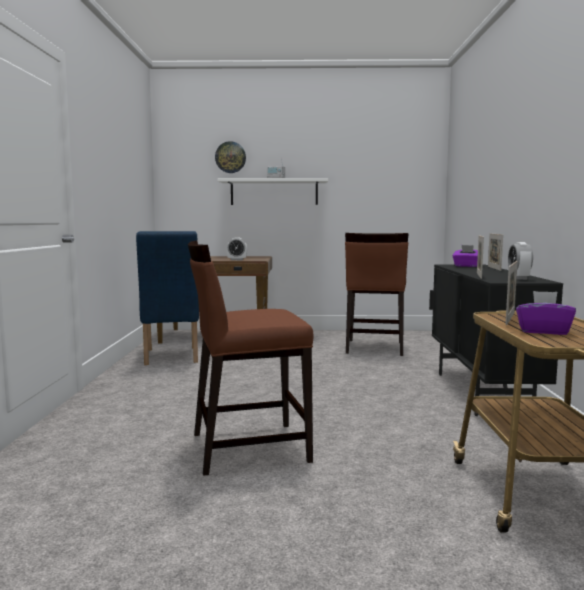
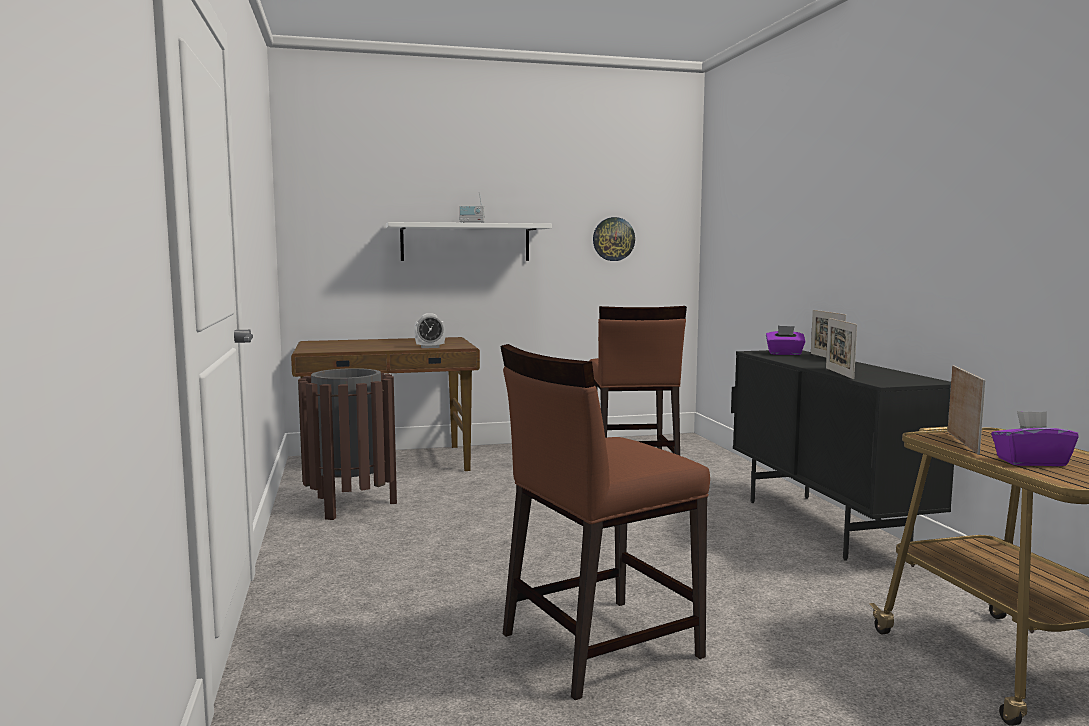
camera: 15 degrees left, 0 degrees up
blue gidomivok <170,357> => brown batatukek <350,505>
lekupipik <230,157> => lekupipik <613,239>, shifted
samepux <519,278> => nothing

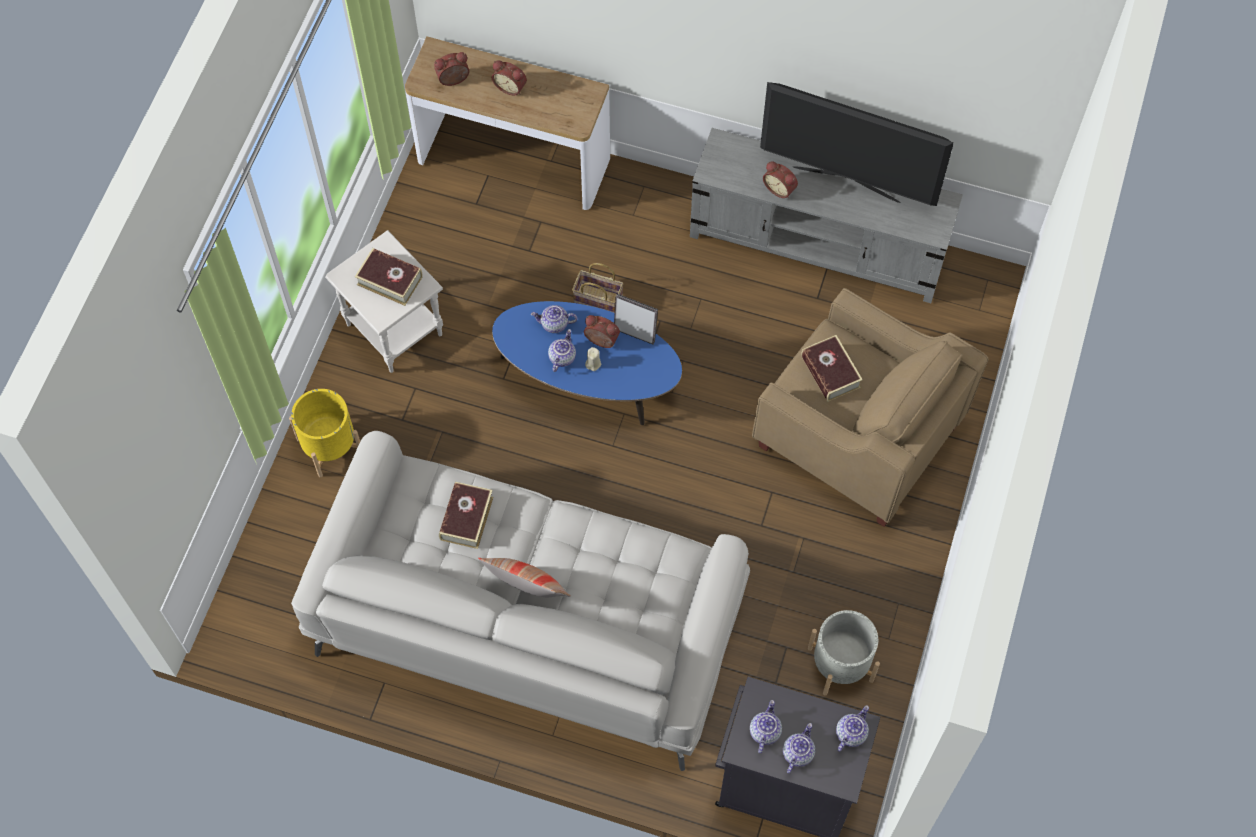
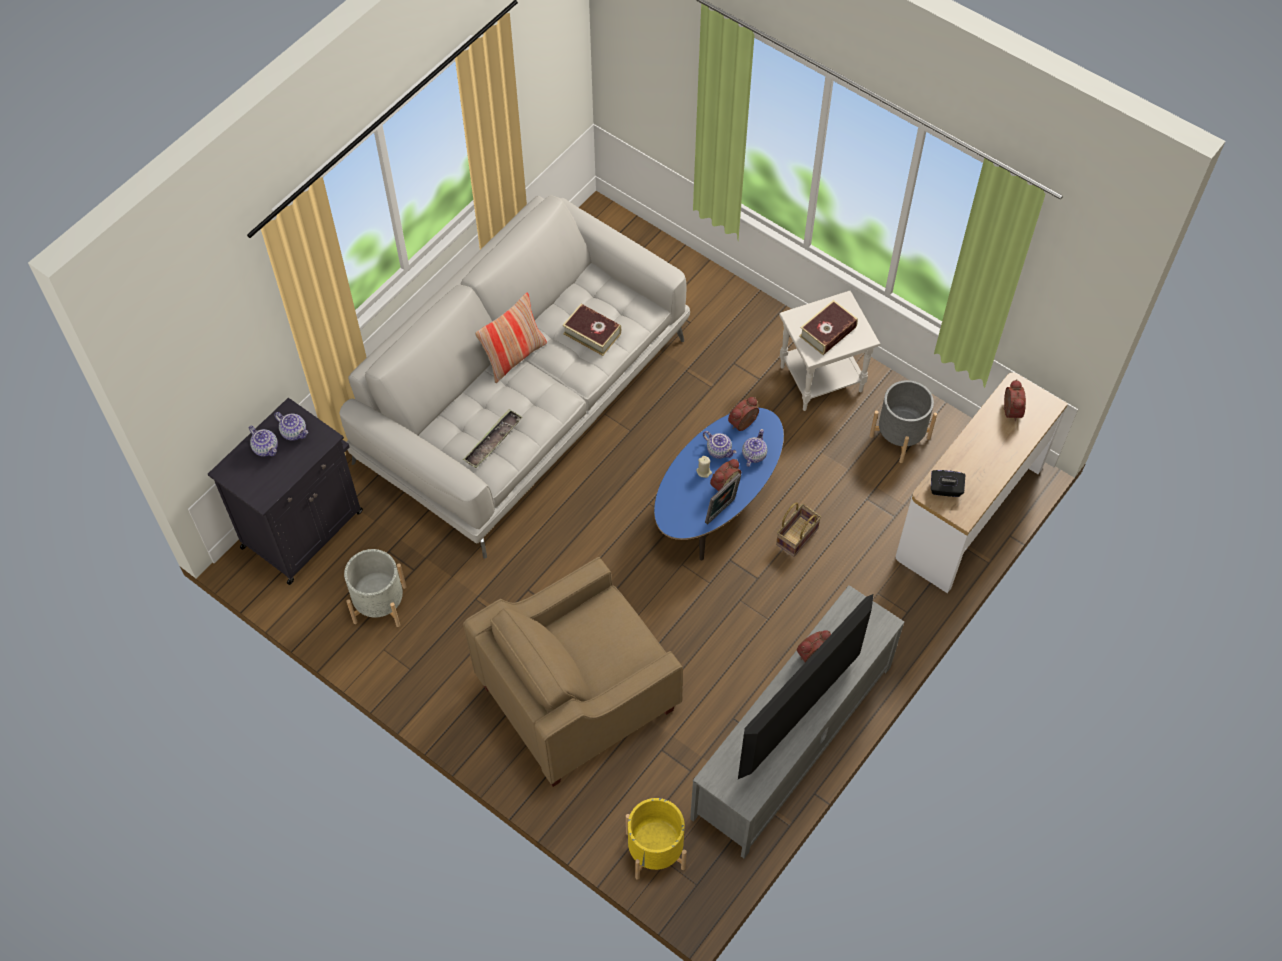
camera: 110 degrees right, 5 degrees down
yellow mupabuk <330,446> => yellow mupabuk <655,850>, shifted
samepux <511,86> => samepux <744,424>, shifted
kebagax <830,372> => nothing
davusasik <850,733> => nothing
nothing => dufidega <493,441>
nothing => grey mupabuk <900,437>
nothing => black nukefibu <945,489>

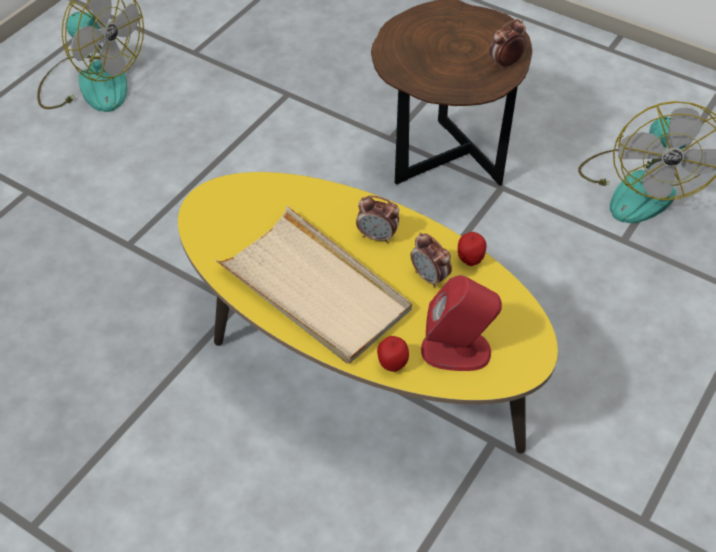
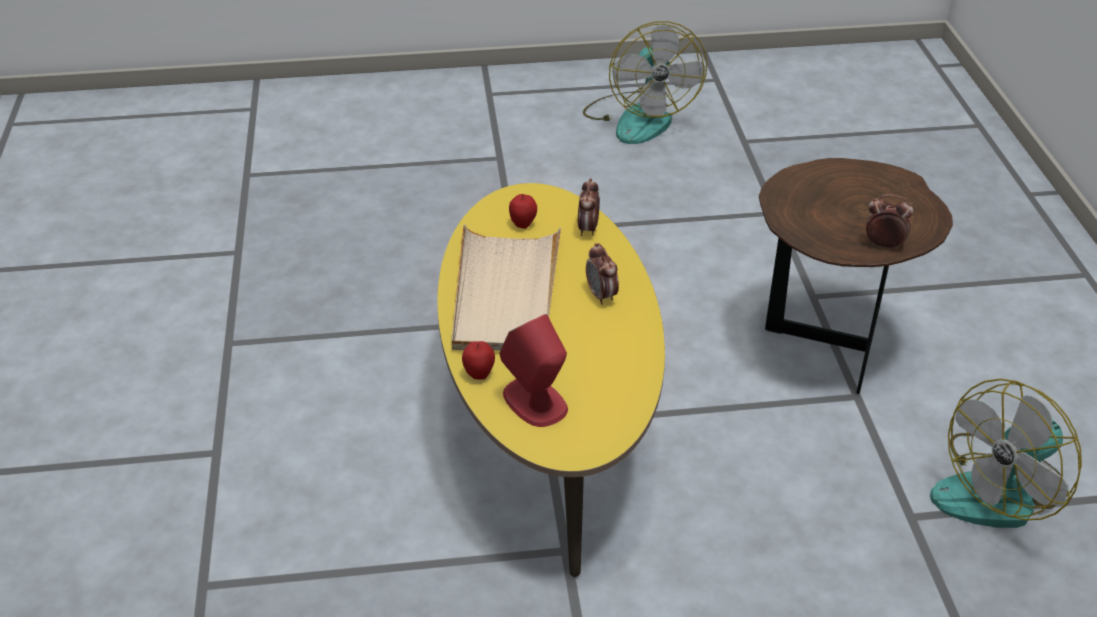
camera: 50 degrees right, 10 degrees down
samepux <430,277> => samepux <588,229>, shifted
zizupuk <470,260> => zizupuk <523,224>, shifted

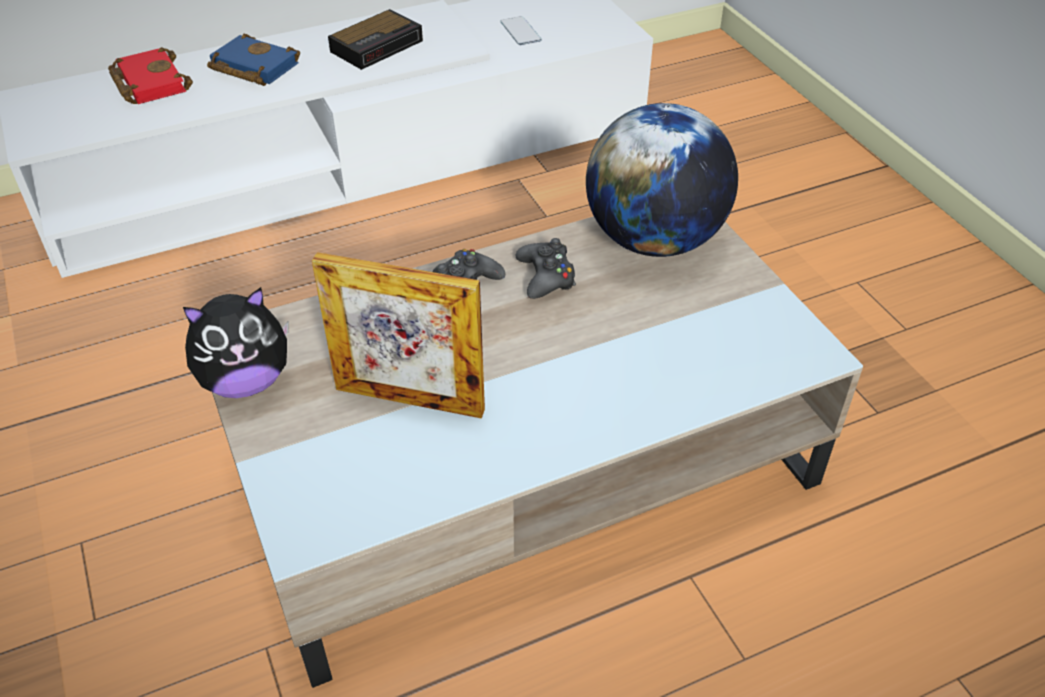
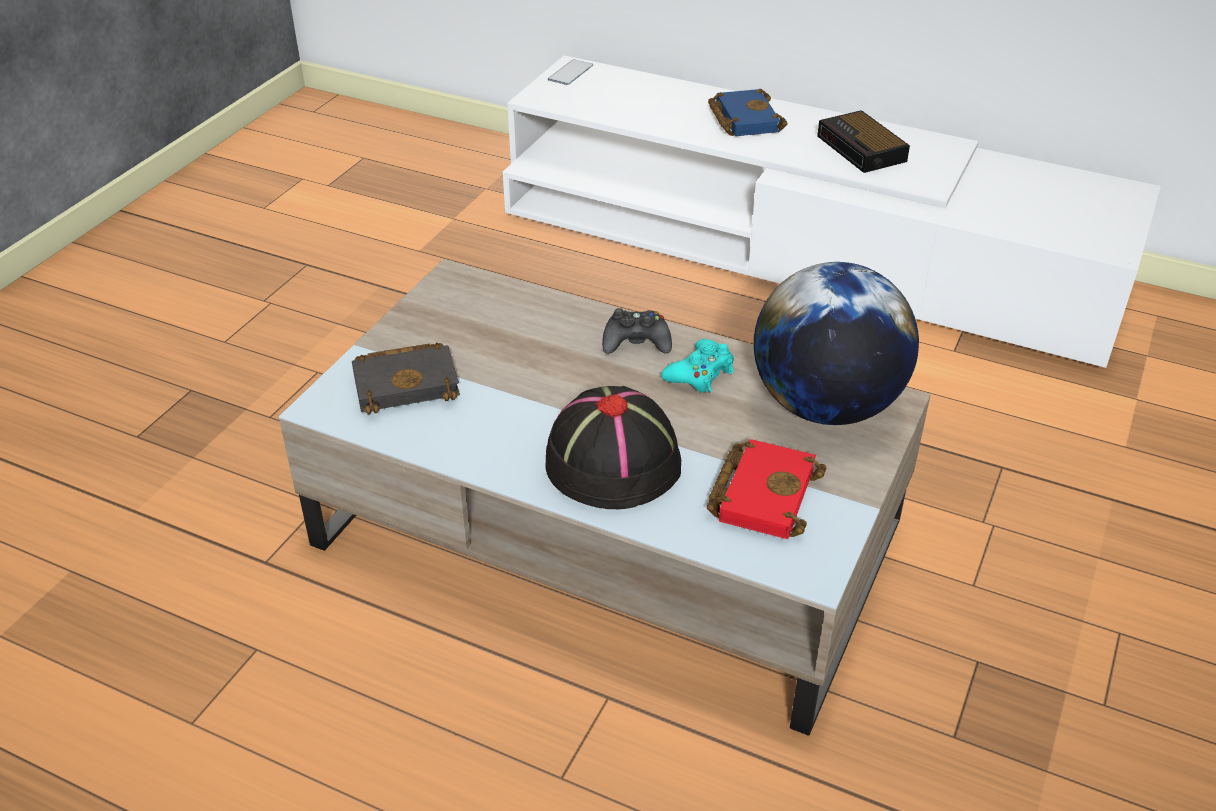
camera: 50 degrees right, 5 degrees down
red kebagax <148,82> => red kebagax <762,493>, shifted
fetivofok <246,381> => nothing
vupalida <409,399> => nothing
samepux <378,45> => samepux <862,149>, 60 degrees clockwise
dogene <520,31> => dogene <570,73>, shifted
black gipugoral <546,277> => turquoise gipugoral <700,374>
nothing => black kebagax <408,382>
nothing => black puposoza <612,460>

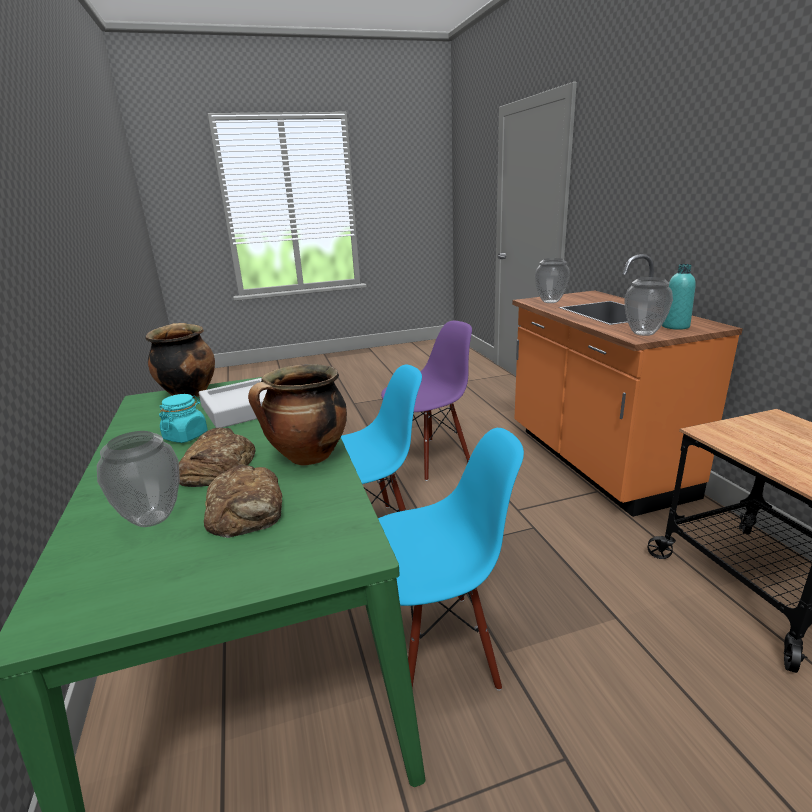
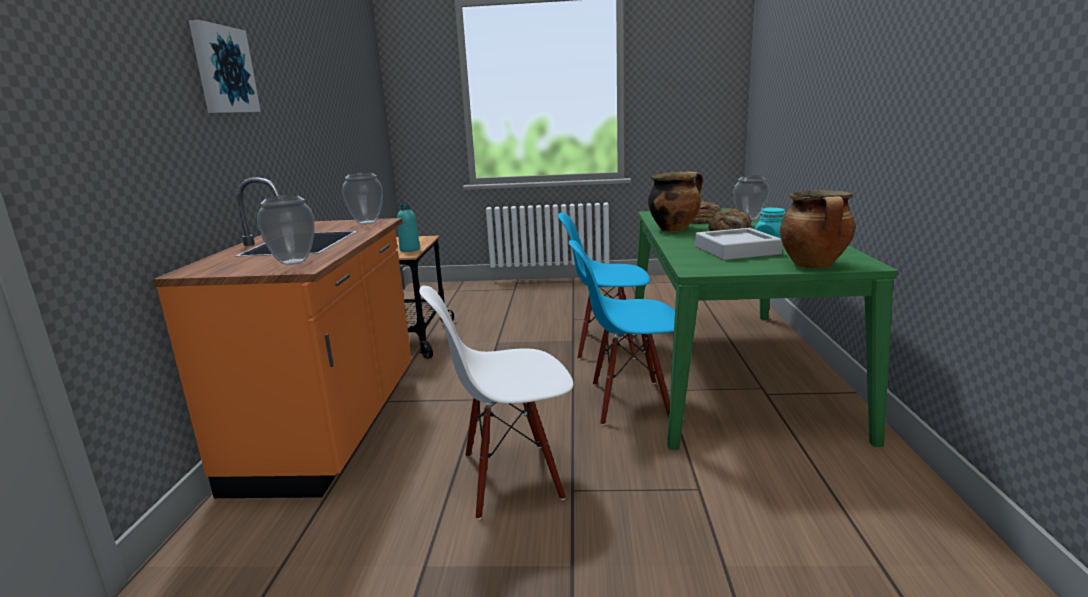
camera: 160 degrees left, 5 degrees down
purple gidomivok <430,459> => white gidomivok <510,478>
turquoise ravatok <675,326> => turquoise ravatok <410,250>, shifted
nothing => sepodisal <222,70>

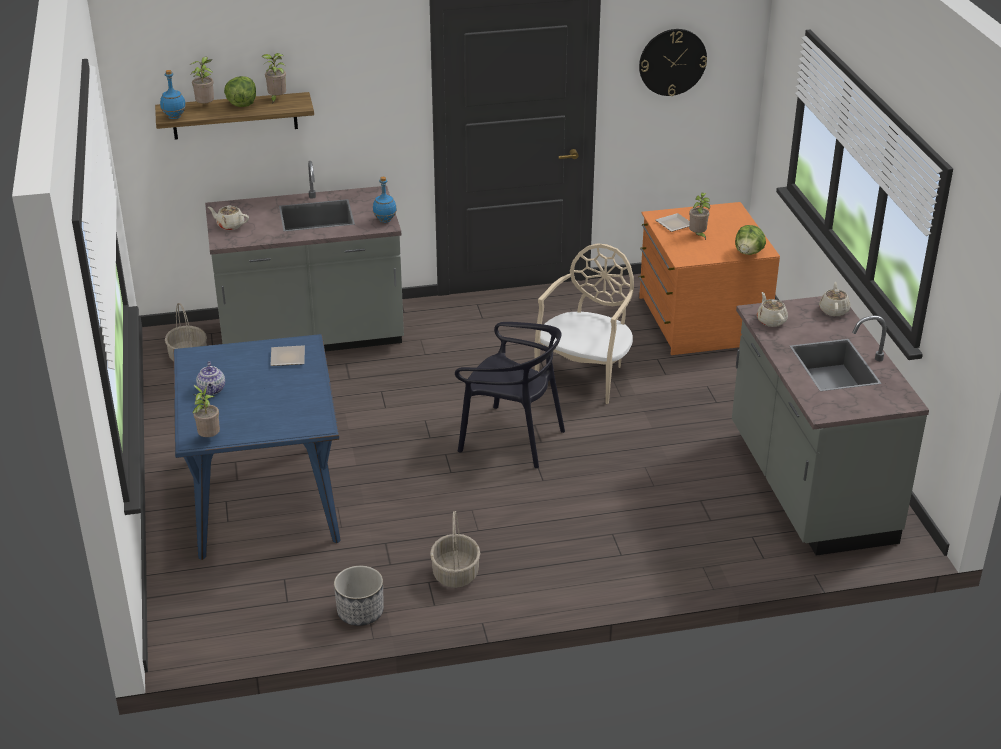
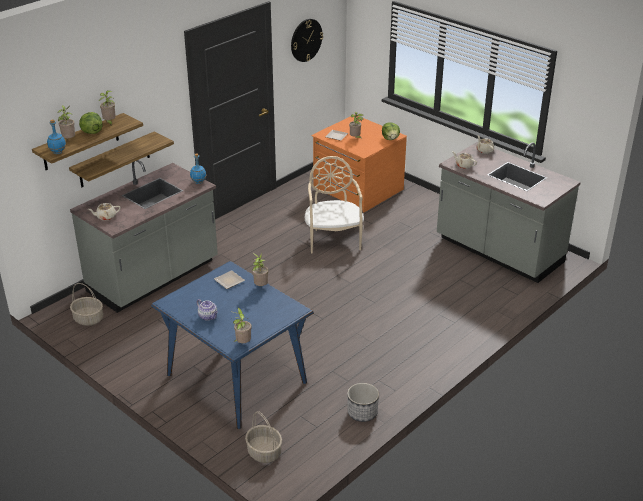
camera: 35 degrees left, 0 degrees up
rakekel <456,574> => rakekel <264,452>, shifted
black gidomivok <511,438> => nothing
nothing => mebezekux <114,160>
nothing => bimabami <260,286>

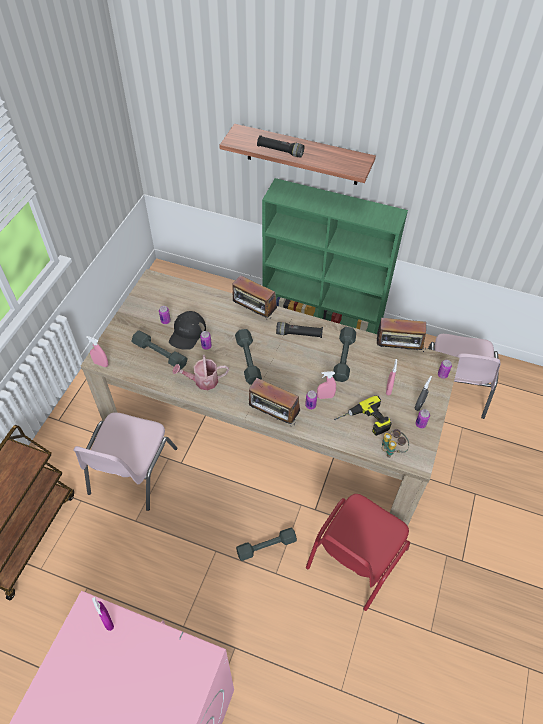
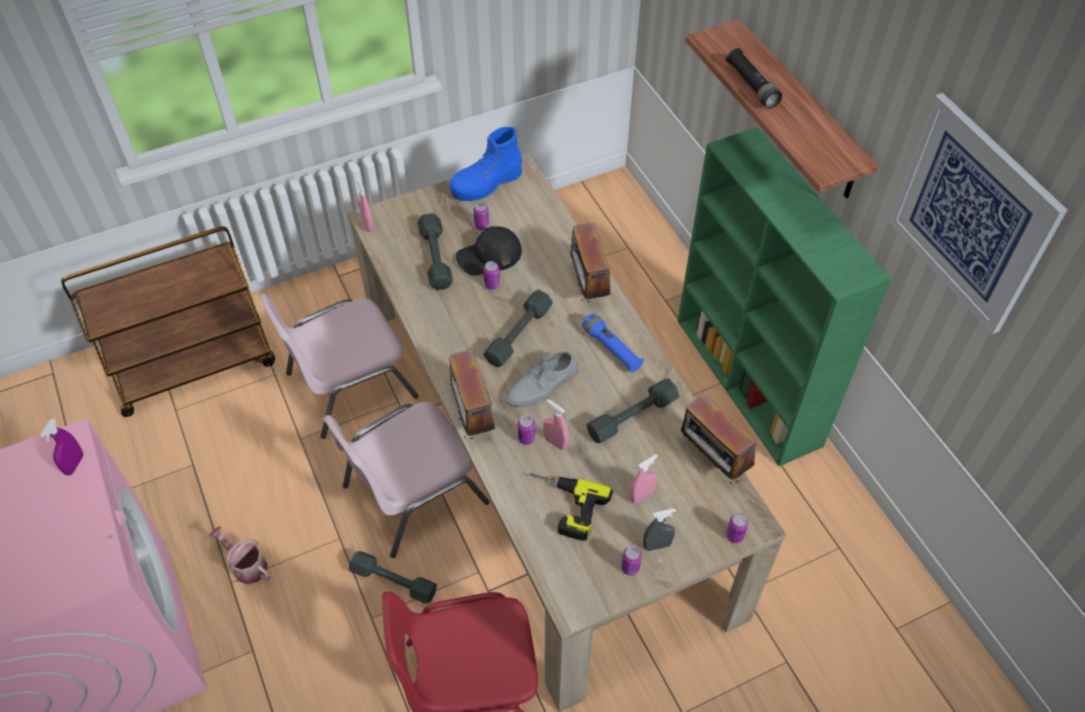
camera: 45 degrees right, 0 degrees up
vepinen <202,381> => vepinen <246,565>, shifted
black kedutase <299,334> => blue kedutase <611,349>
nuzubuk <392,449> => nothing
pink gidomivok <453,388> => pink gidomivok <412,494>, shifted
nothing => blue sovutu <486,184>
nothing => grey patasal <542,385>
nothing => sepodisal <971,214>

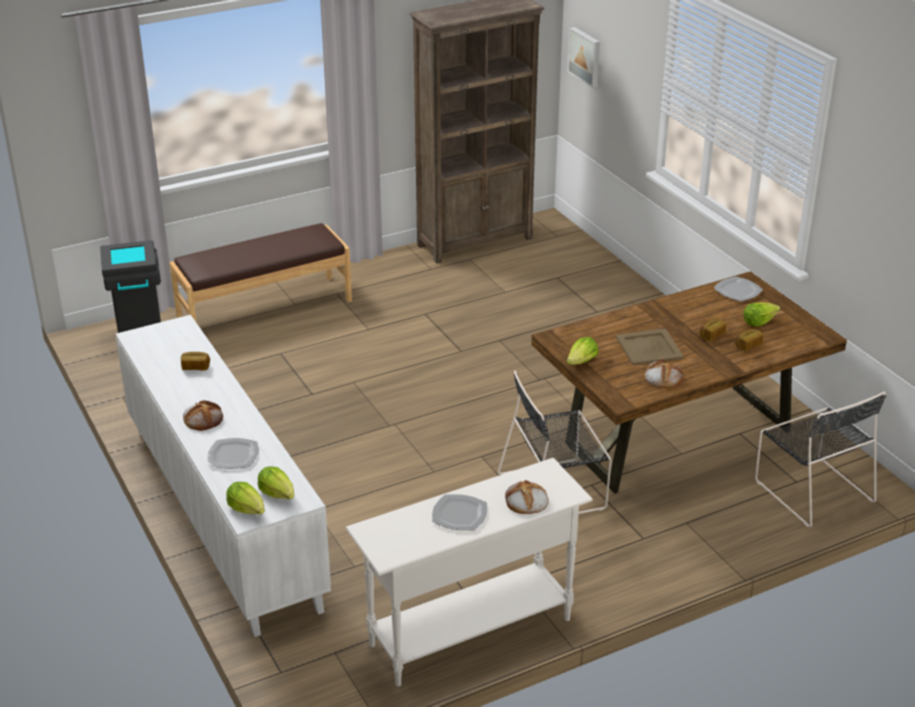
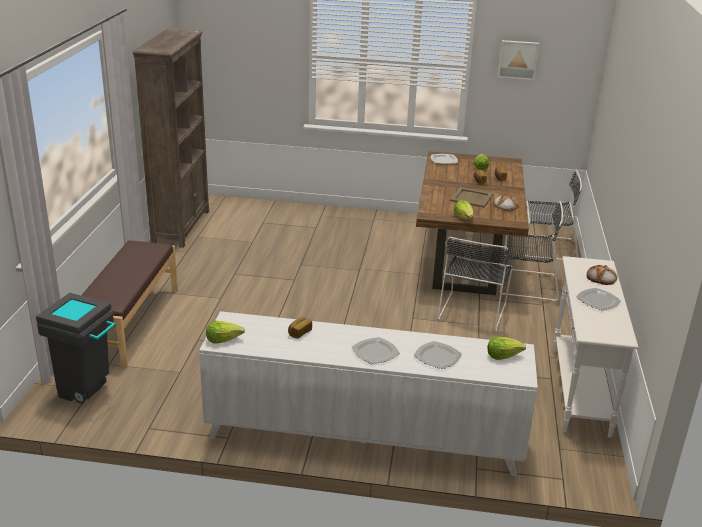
camera: 55 degrees left, 5 degrees down
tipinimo <203,418> => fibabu <374,352>
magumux <247,509> => magumux <223,339>, shifted
sepodisal <585,56> => sepodisal <518,59>, shifted
nothing => black gidomivok <526,284>

